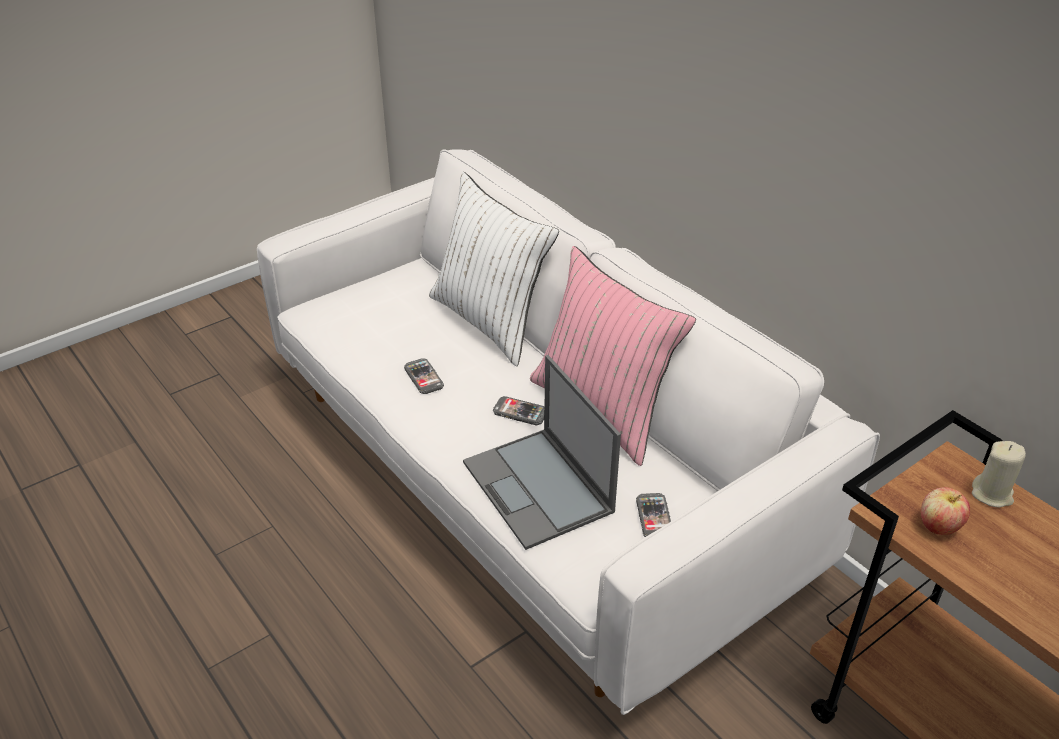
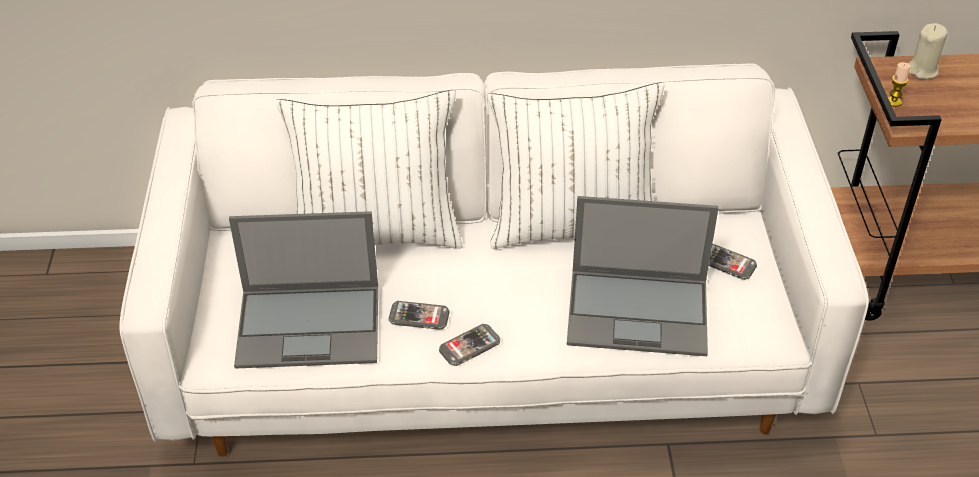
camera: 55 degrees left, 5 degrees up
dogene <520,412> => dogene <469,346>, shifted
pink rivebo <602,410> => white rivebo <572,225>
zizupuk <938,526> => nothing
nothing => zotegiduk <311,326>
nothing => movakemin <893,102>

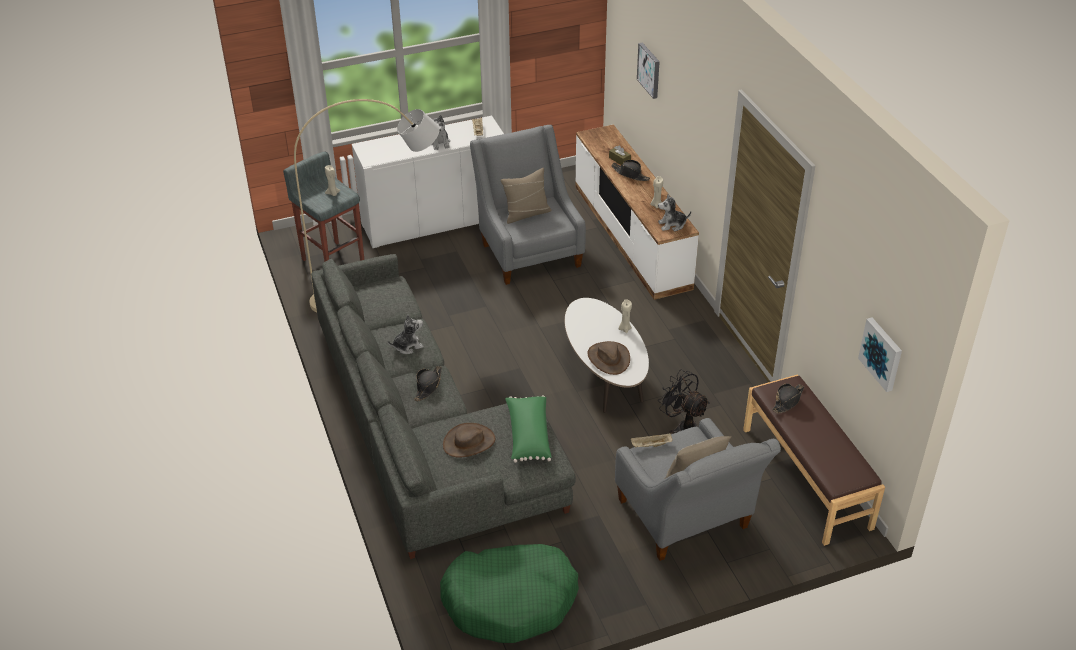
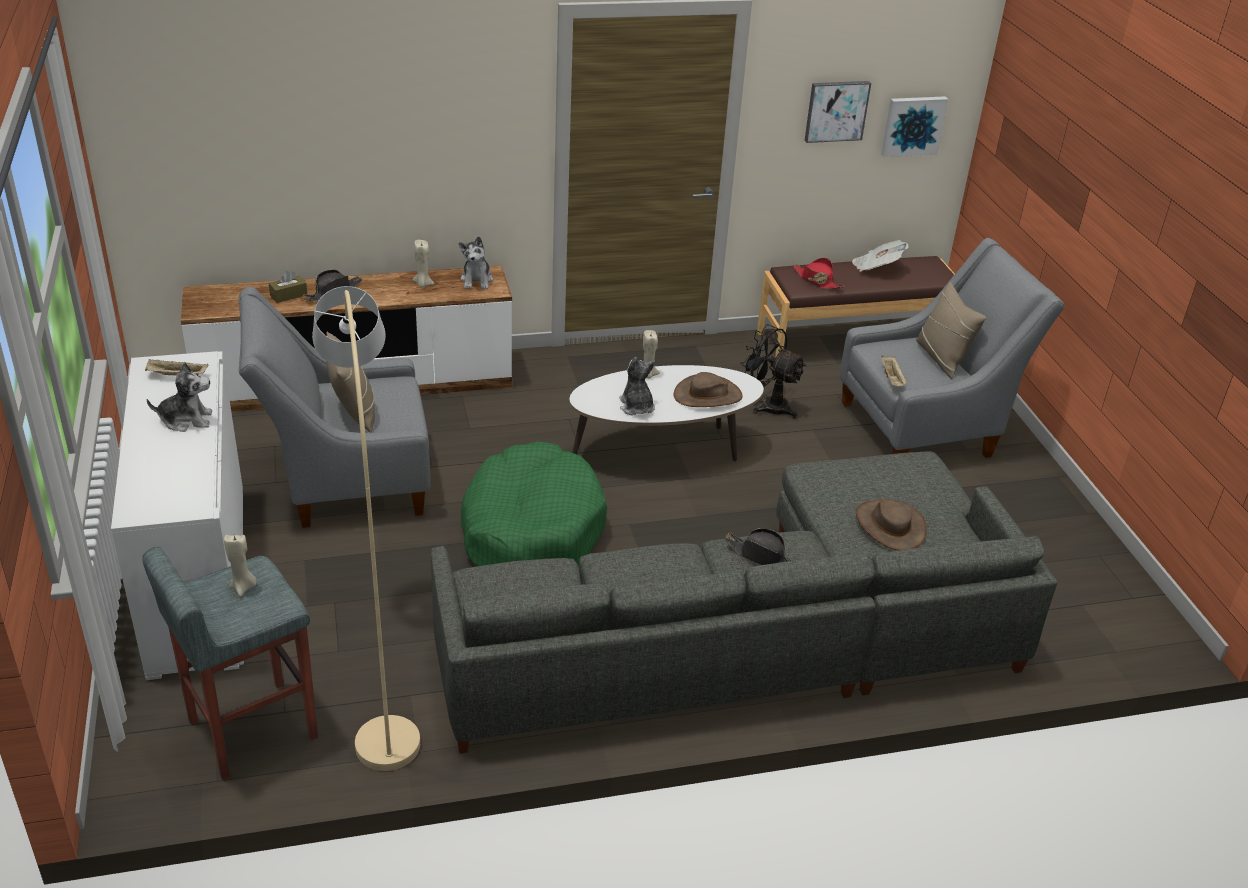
camera: 85 degrees left, 5 degrees down
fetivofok <407,346> => fetivofok <636,407>, shifted
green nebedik <510,601> => green nebedik <531,530>, shifted
green rivebo <528,436> => nothing
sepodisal <649,70> => sepodisal <836,110>, shifted
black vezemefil <682,427> => black vezemefil <768,405>, 75 degrees clockwise
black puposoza <787,401> => red puposoza <817,280>
nothing => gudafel <876,268>

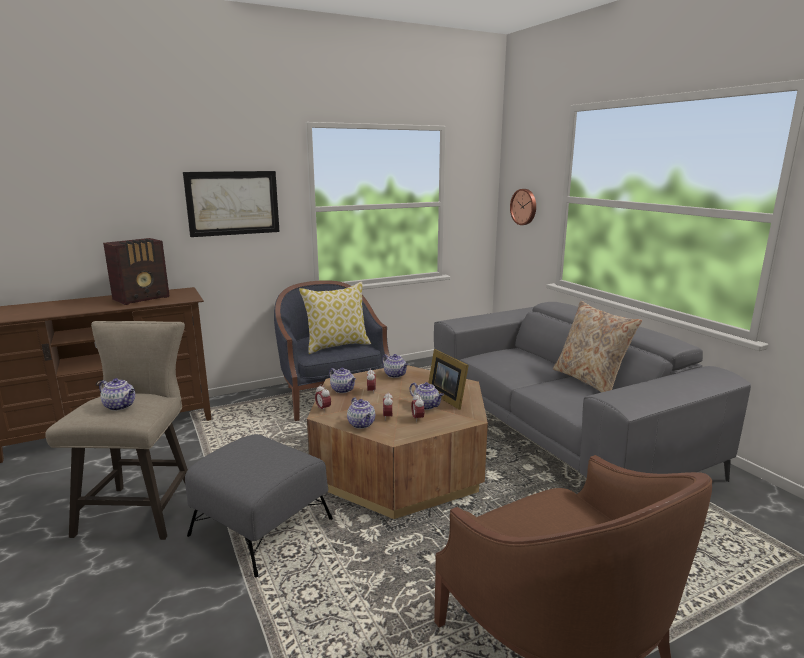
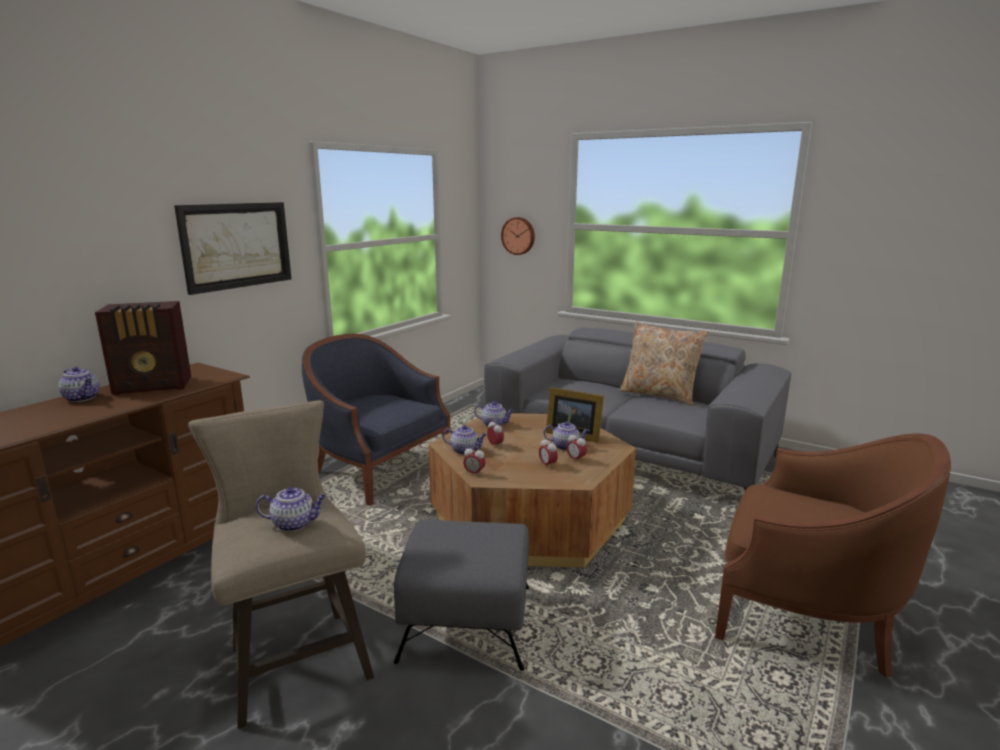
camera: 30 degrees left, 0 degrees up
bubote <143,298> => bubote <154,386>, 60 degrees clockwise
rivebo <337,346> => nothing
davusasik <362,424> => davusasik <83,398>, shifted

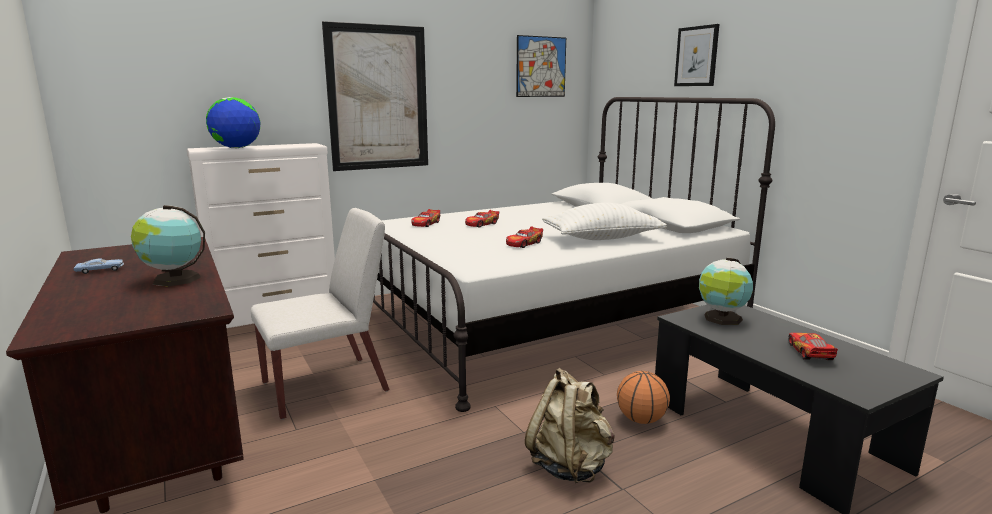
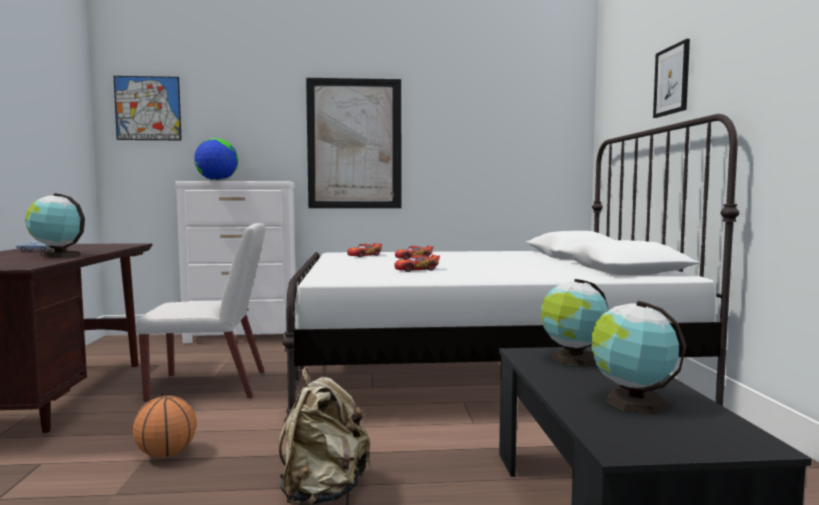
camera: 25 degrees right, 10 degrees down
sepodisal <541,67> => sepodisal <148,108>, shifted
white rivebo <602,238> => nothing
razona <641,420> => razona <166,454>, shifted
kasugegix <810,352> => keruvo <631,401>

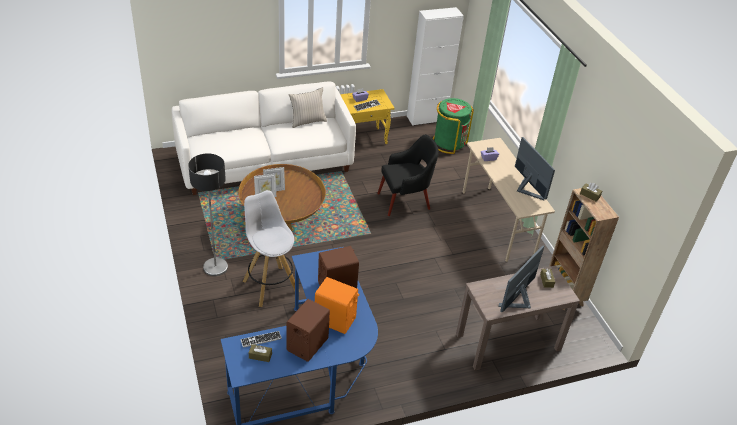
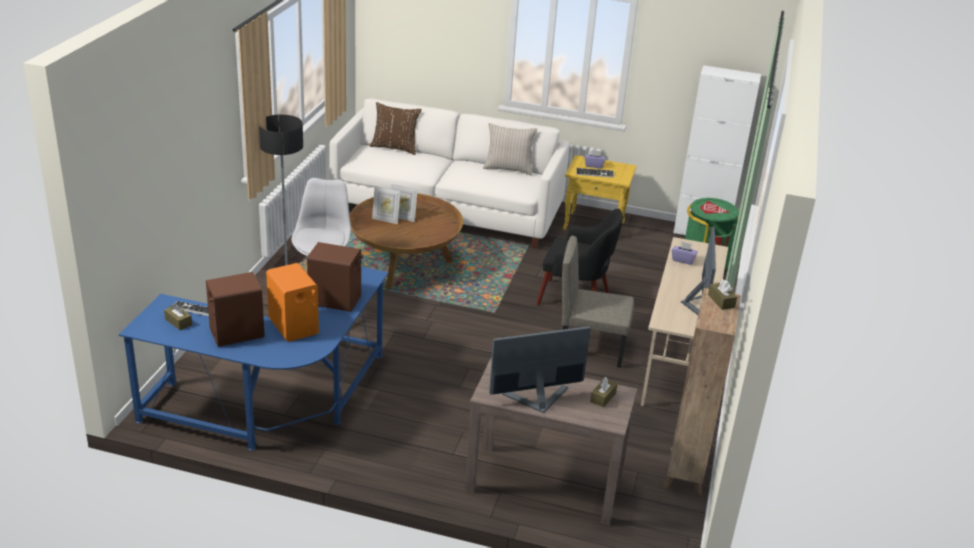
camera: 35 degrees right, 10 degrees down
nothing => brown rivebo <395,148>
nothing => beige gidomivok <591,347>

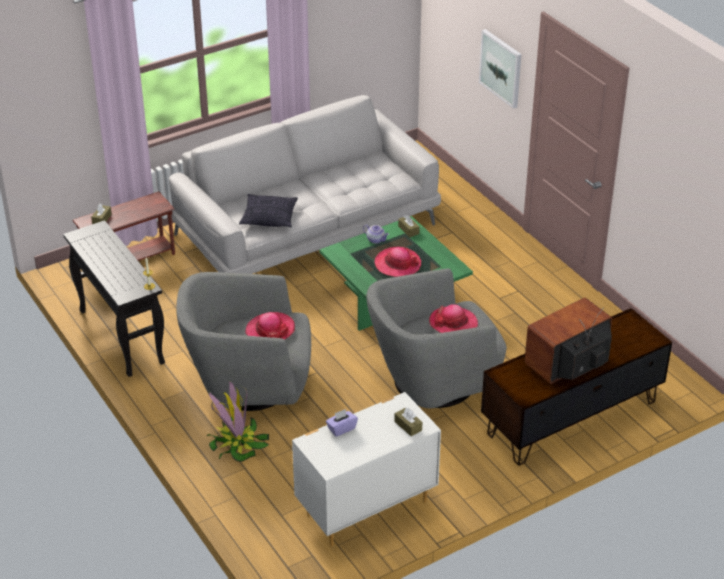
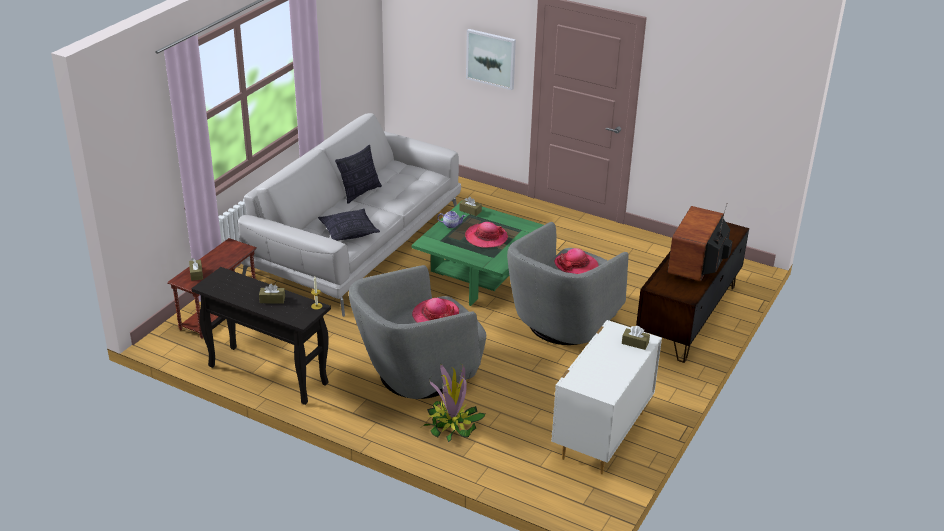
camera: 30 degrees left, 5 degrees down
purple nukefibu <341,428> => nothing
nothing => brown nukefibu <272,299>
nothing => rivebo <360,193>

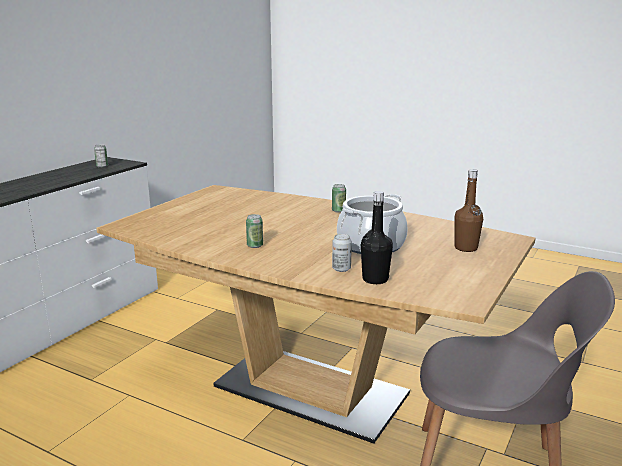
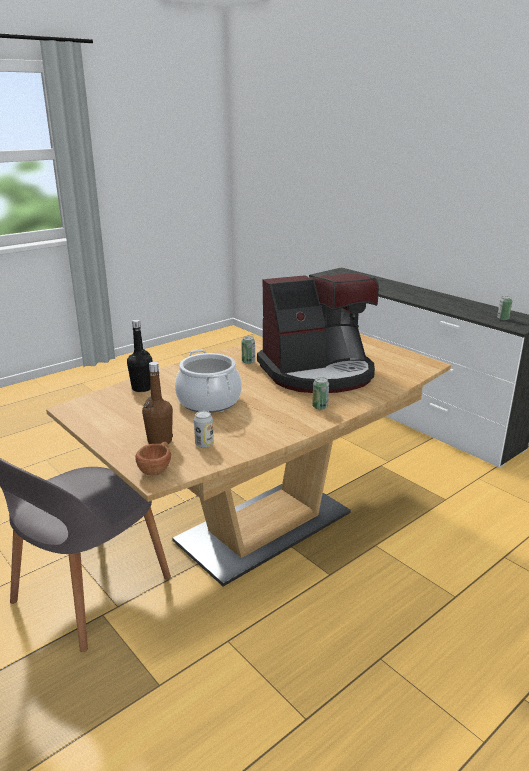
camera: 110 degrees right, 5 degrees up
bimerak <341,269> => bimerak <204,444>, shifted
nothing => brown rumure <157,469>
nothing => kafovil <318,373>

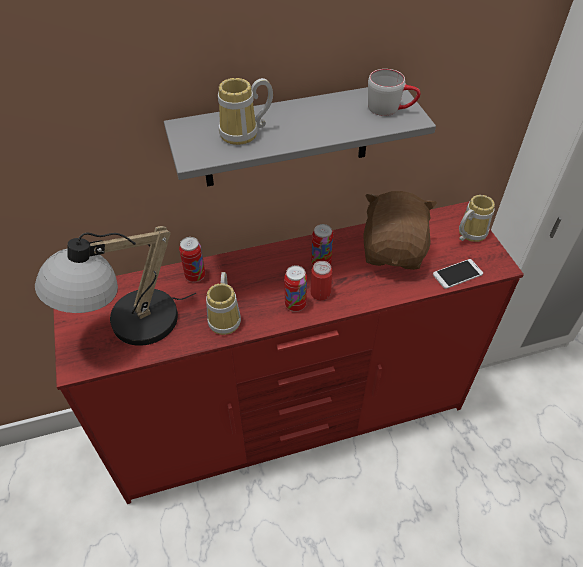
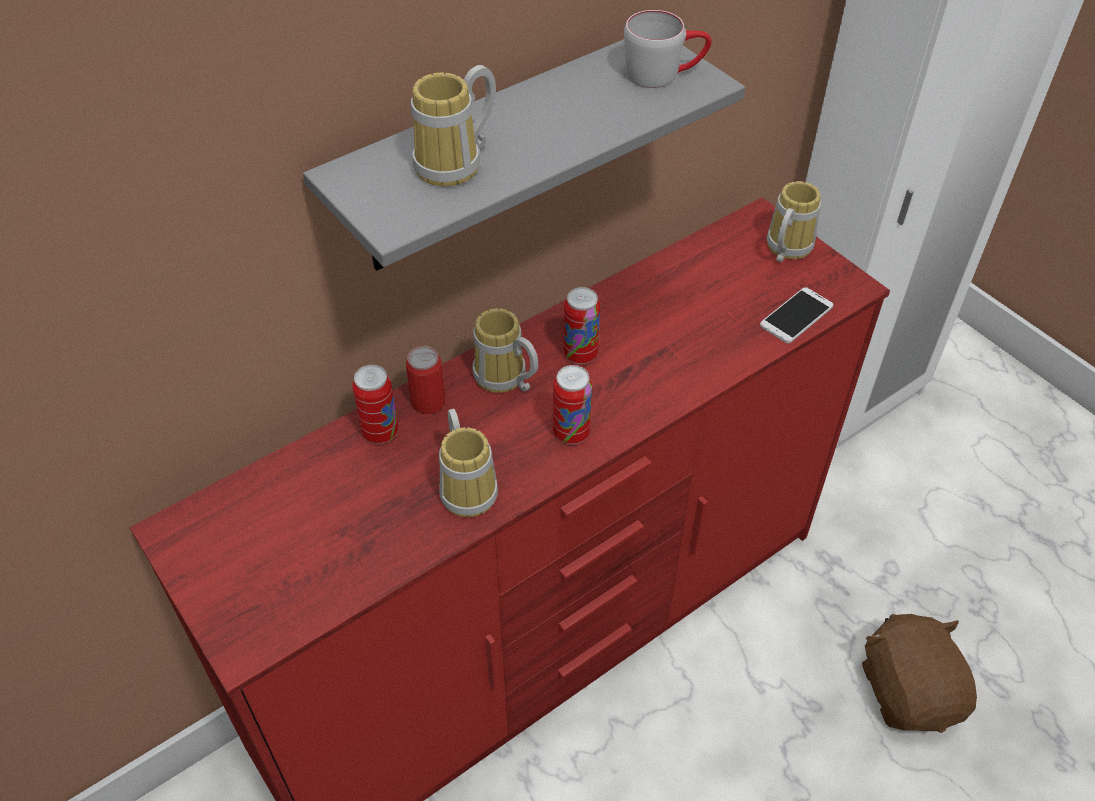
camera: 20 degrees left, 0 degrees up
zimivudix <127,327> => nothing
bimerak <320,293> => bimerak <428,402>, shifted
brown fetivofok <394,251> => brown fetivofok <909,690>, shifted
nothing => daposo <503,381>

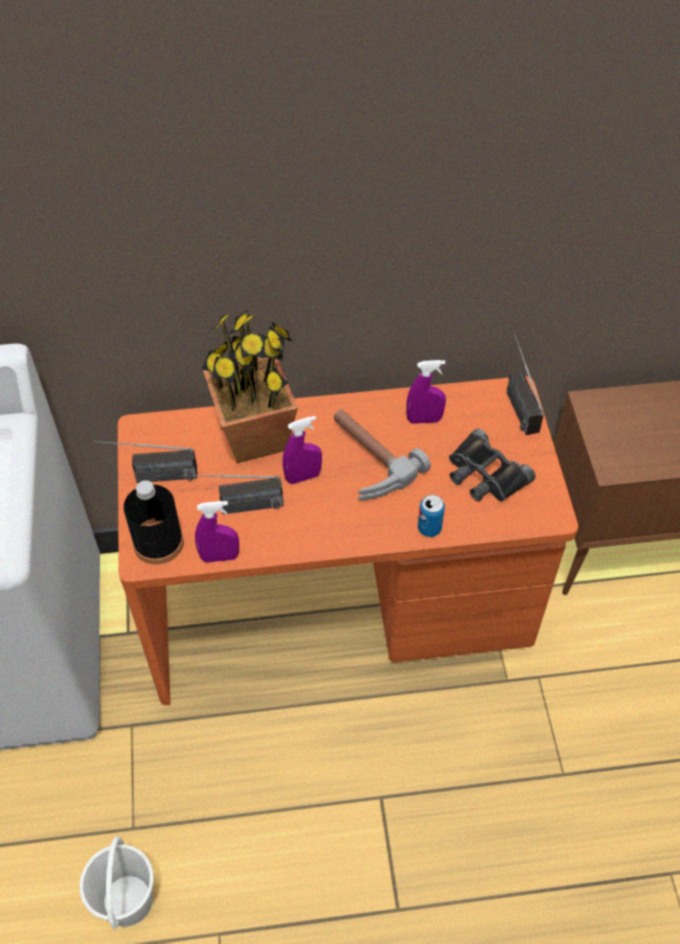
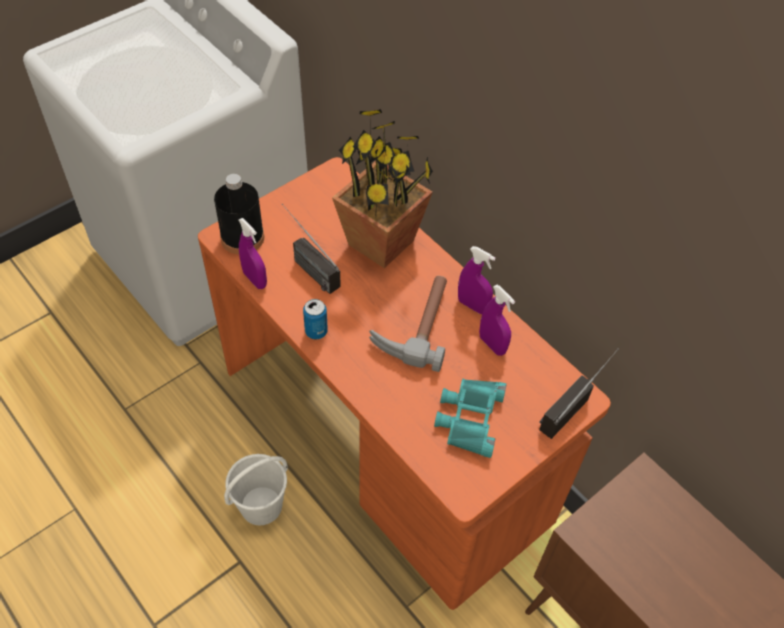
camera: 55 degrees right, 0 degrees up
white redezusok <127,899> => white redezusok <262,505>, shifted
bubote <150,477> => nothing
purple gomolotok <303,477> => purple gomolotok <472,305>, shifted
bimerak <429,528> => bimerak <316,331>, shifted
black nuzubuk <485,474> => turquoise nuzubuk <469,418>

